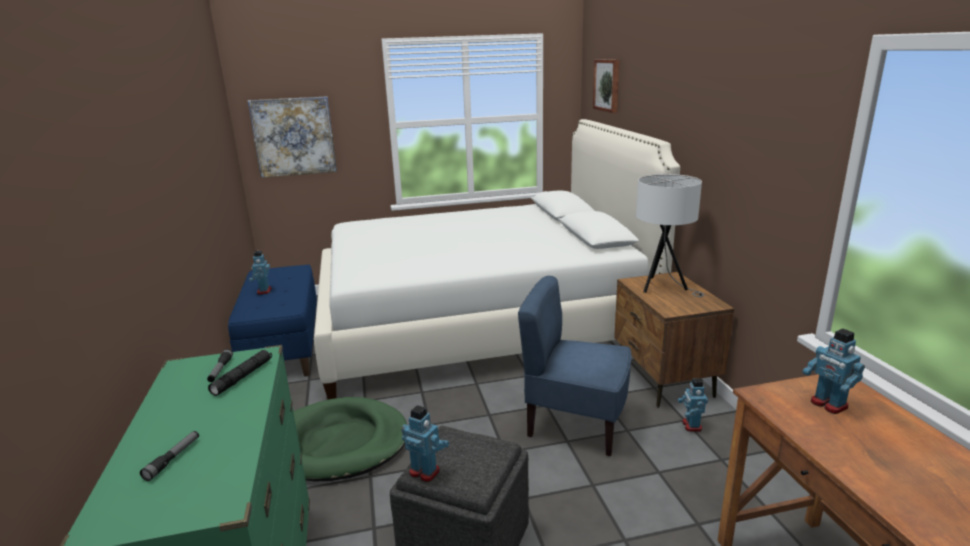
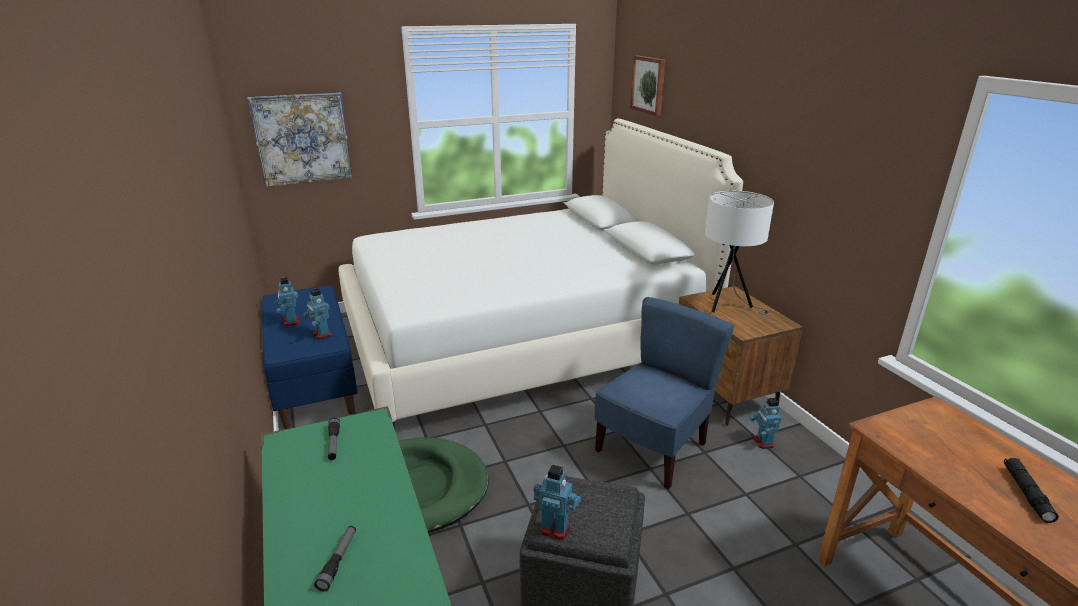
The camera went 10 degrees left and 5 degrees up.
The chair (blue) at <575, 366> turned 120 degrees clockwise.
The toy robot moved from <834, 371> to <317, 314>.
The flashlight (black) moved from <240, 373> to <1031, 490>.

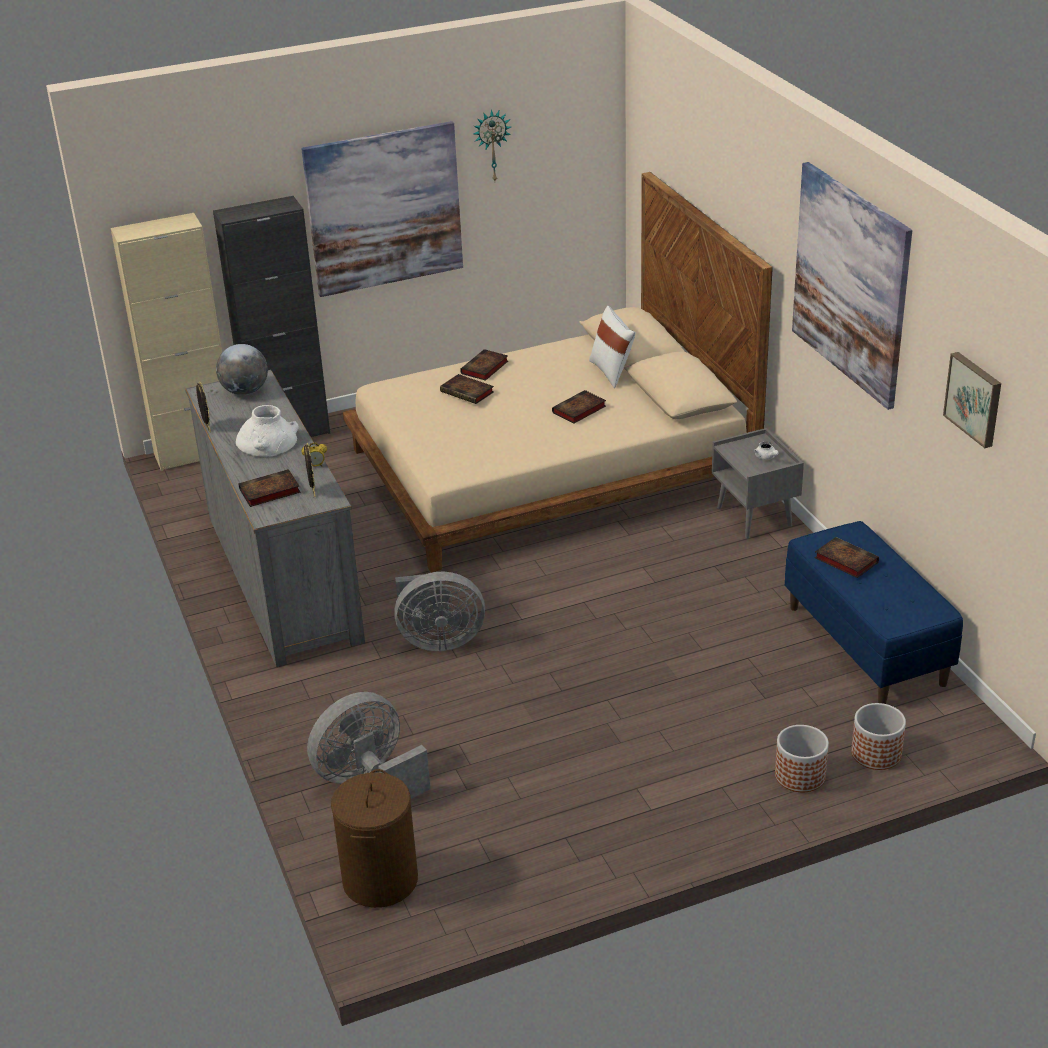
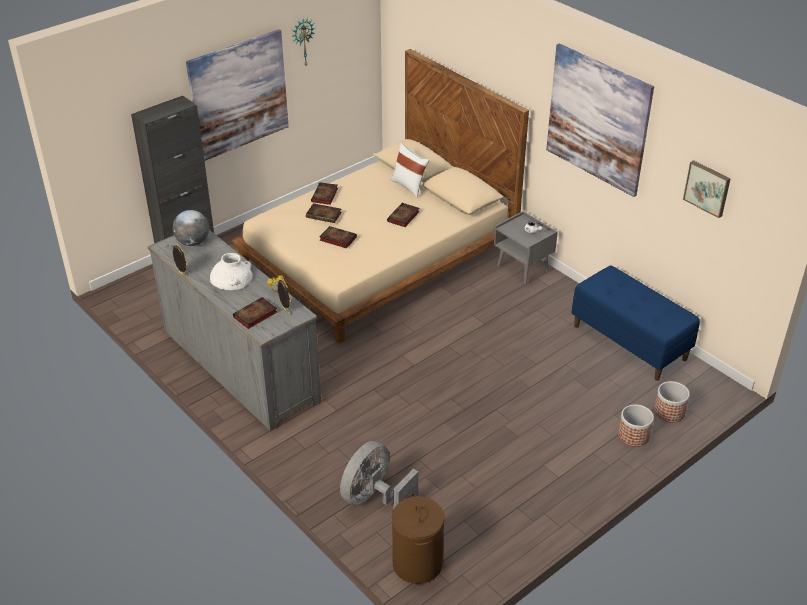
The camera went 20 degrees left and 5 degrees up.
The cabinet (beige) at <166, 342> disappeared.
The book moved from <847, 557> to <338, 237>.
The fan (grey) at <439, 611> disappeared.

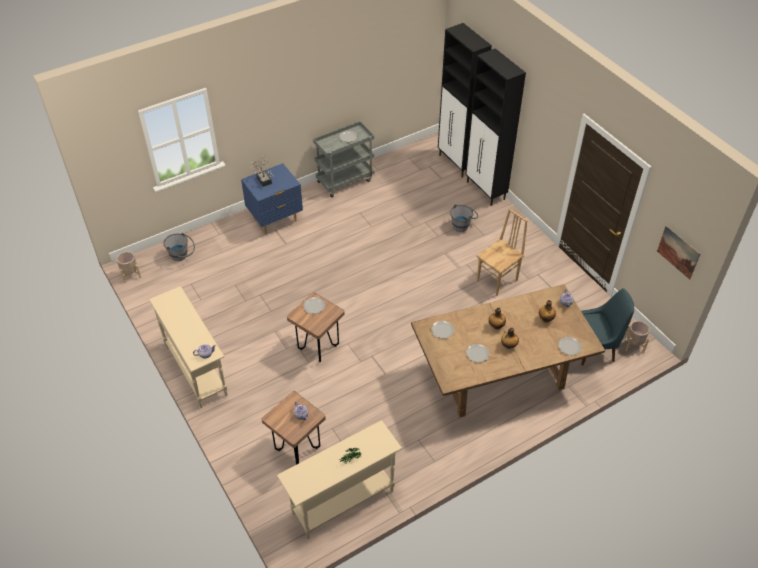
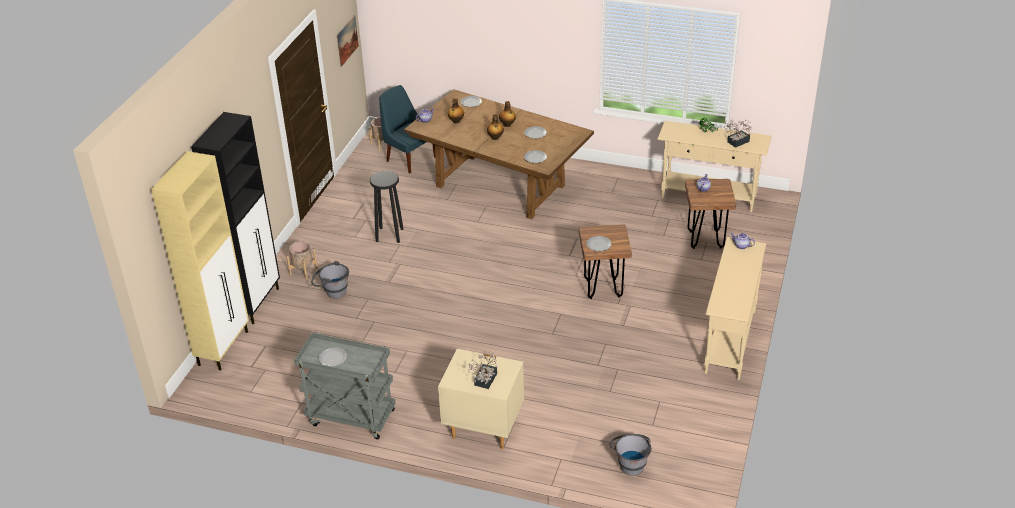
The camera went 130 degrees left and 10 degrees down.
The cabinet (black) at <465, 100> became the cabinet (beige) at <200, 261>.
The nightstand (blue) at <272, 198> became the nightstand (beige) at <481, 399>.
The chair (brown) at <502, 252> was replaced by the stool (black) at <386, 207>.
The planter (beige) moved from <128, 267> to <302, 260>.
The potted plant at <737, 134> appeared.

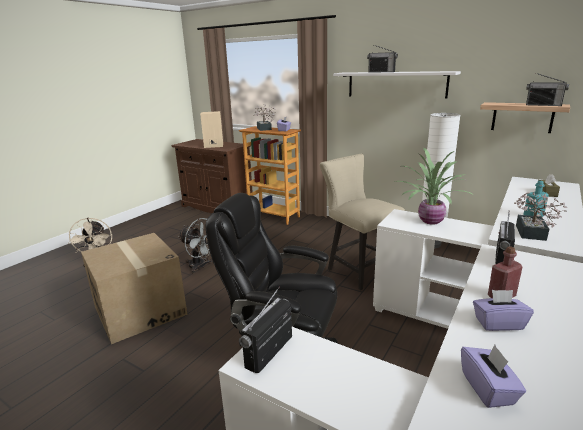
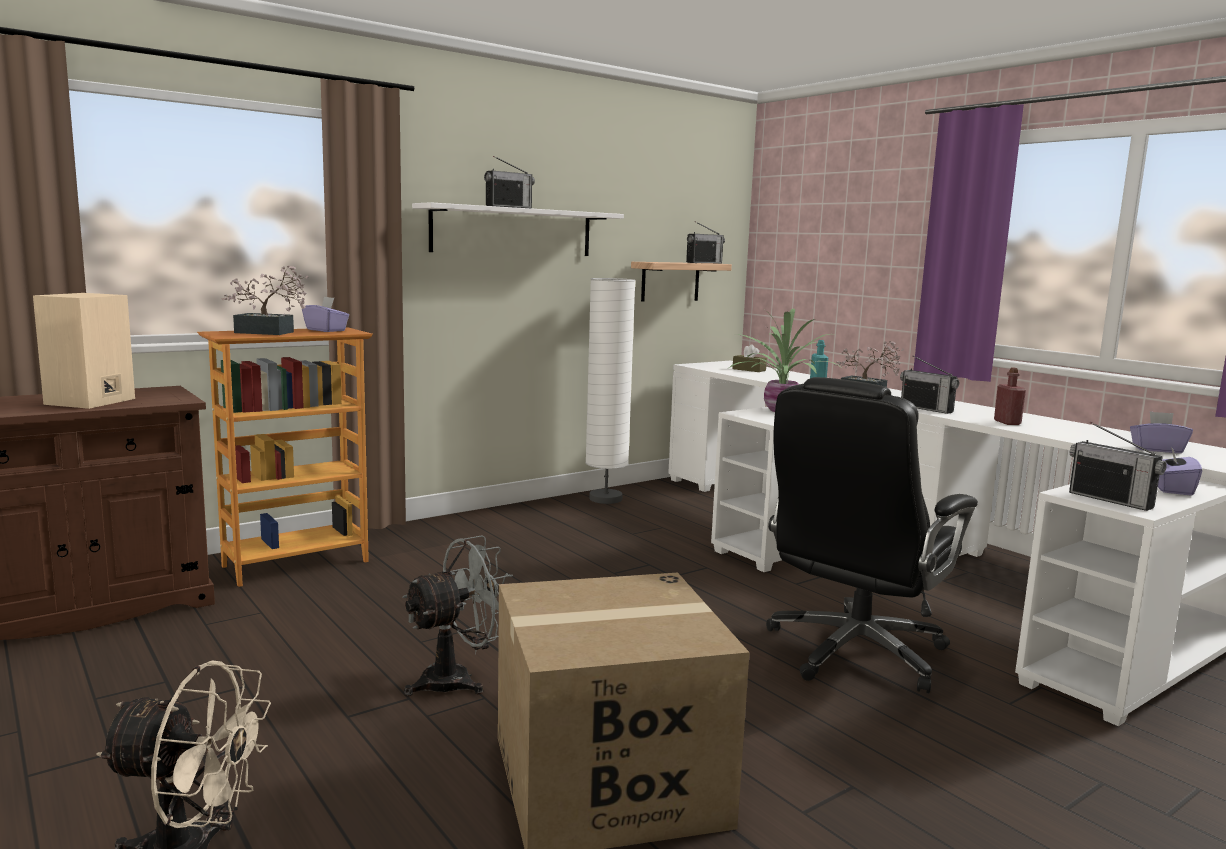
The camera went 70 degrees left and 10 degrees down.
The chair (beige) at <362, 222> disappeared.
The tissue box (purple) moved from <503, 310> to <1180, 471>.

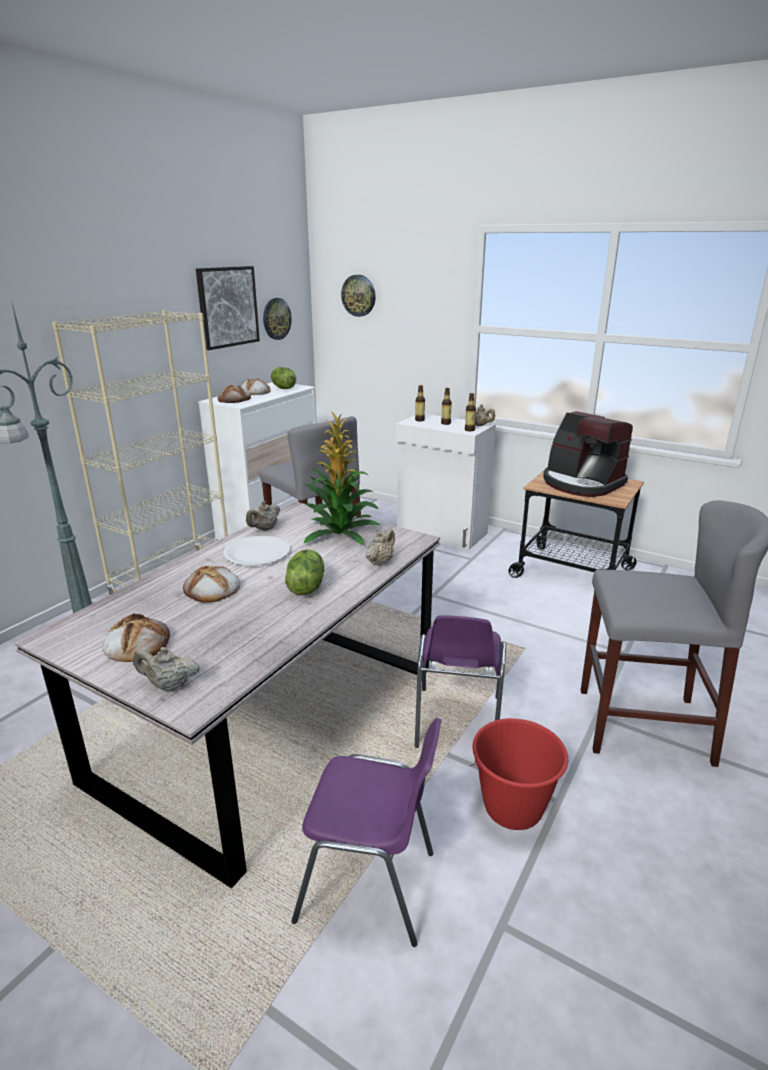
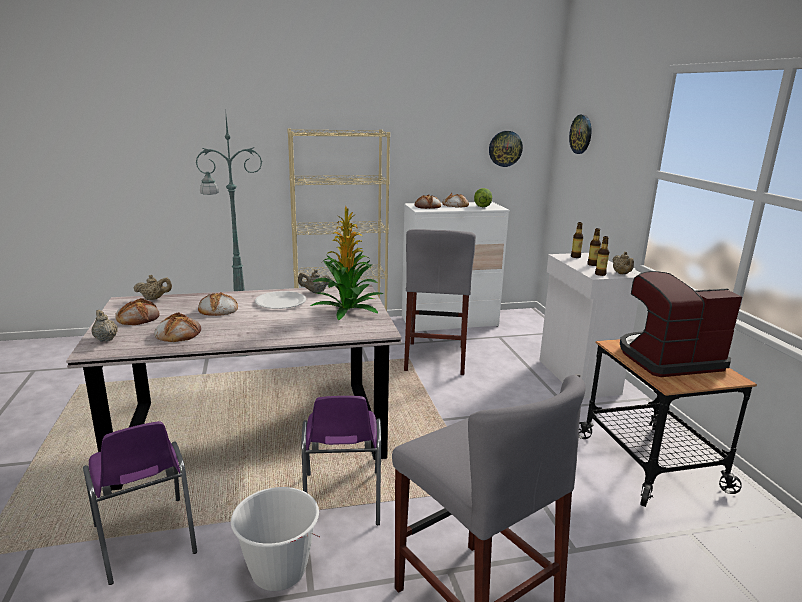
The camera went 45 degrees right and 5 degrees down.
The picture at <228, 308> disappeared.
The coffee machine at <588, 454> turned 75 degrees clockwise.
The teapot (beige) moved from <380, 547> to <152, 287>.
The lettuce at <304, 572> disappeared.
The chair (purple) at <460, 681> turned 60 degrees counterclockwise.
The bucket (red) at <518, 774> became the bucket (white) at <275, 539>.
The bread at <177, 327> appeared.

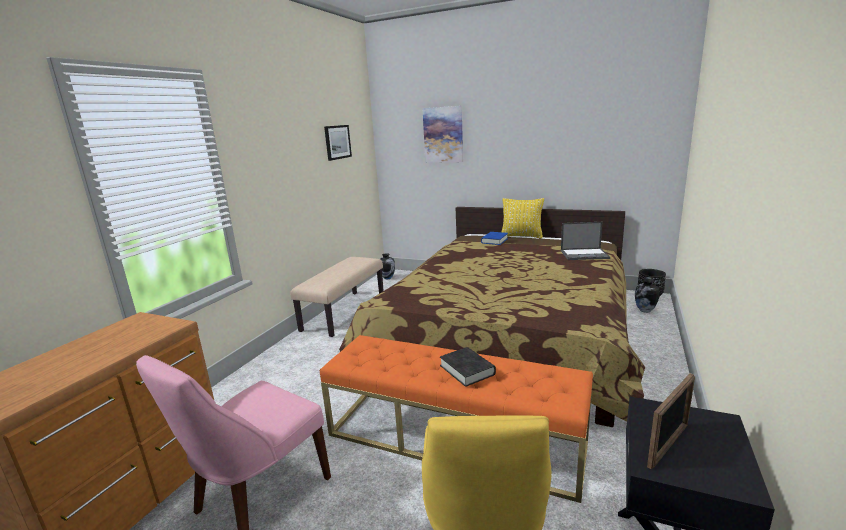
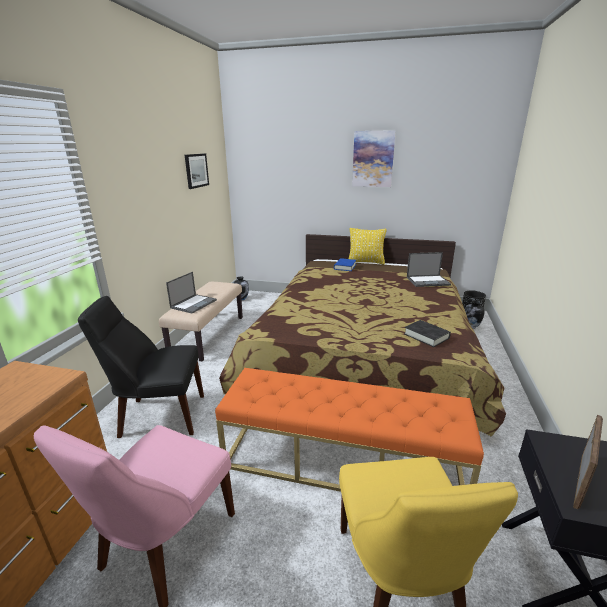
The camera went 10 degrees left and 5 degrees up.
The picture moved from <442, 134> to <374, 158>.
The book (black) moved from <468, 367> to <427, 333>.
The laptop at <191, 293> appeared.
The chair (black) at <141, 367> appeared.

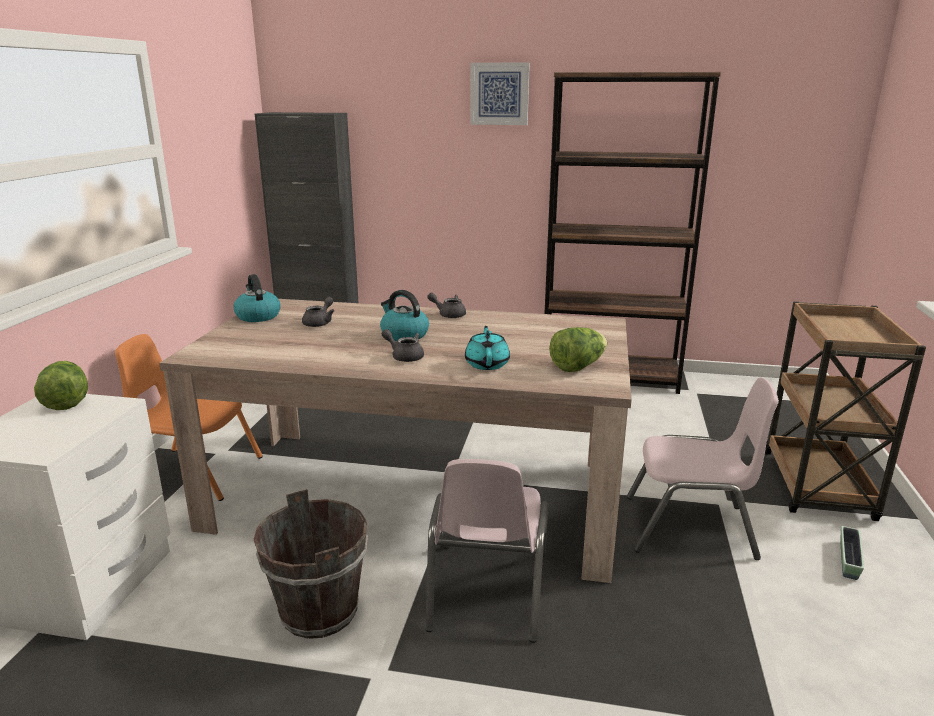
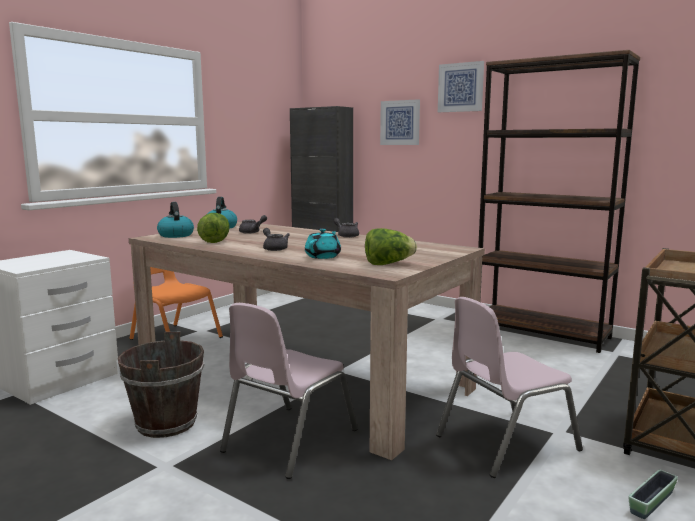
The camera went 25 degrees right and 10 degrees down.
The kettle moved from <404, 315> to <175, 220>.
The lettuce moved from <61, 385> to <213, 228>.
The chair (pink) at <703, 468> turned 120 degrees clockwise.
The picture at <400, 122> appeared.

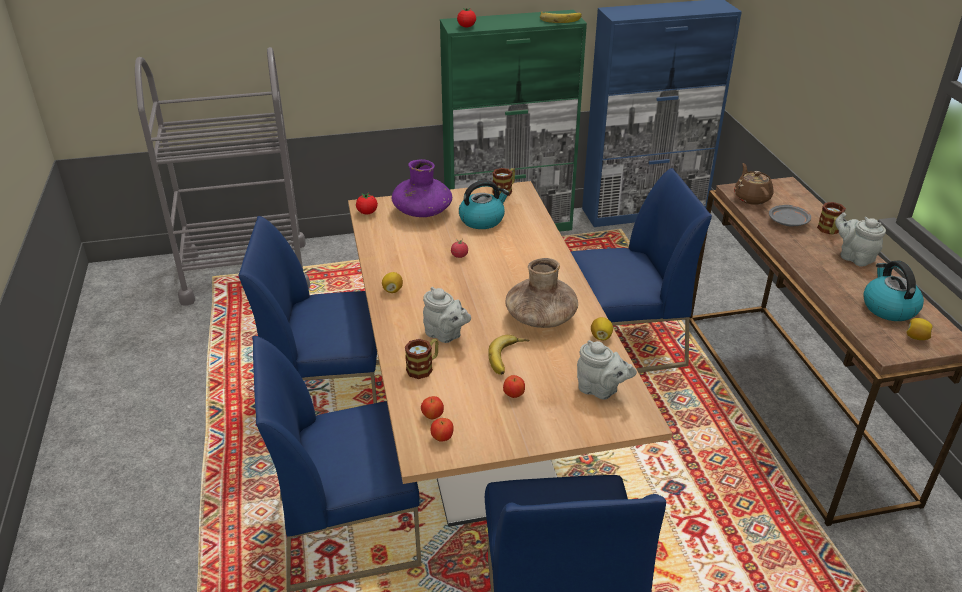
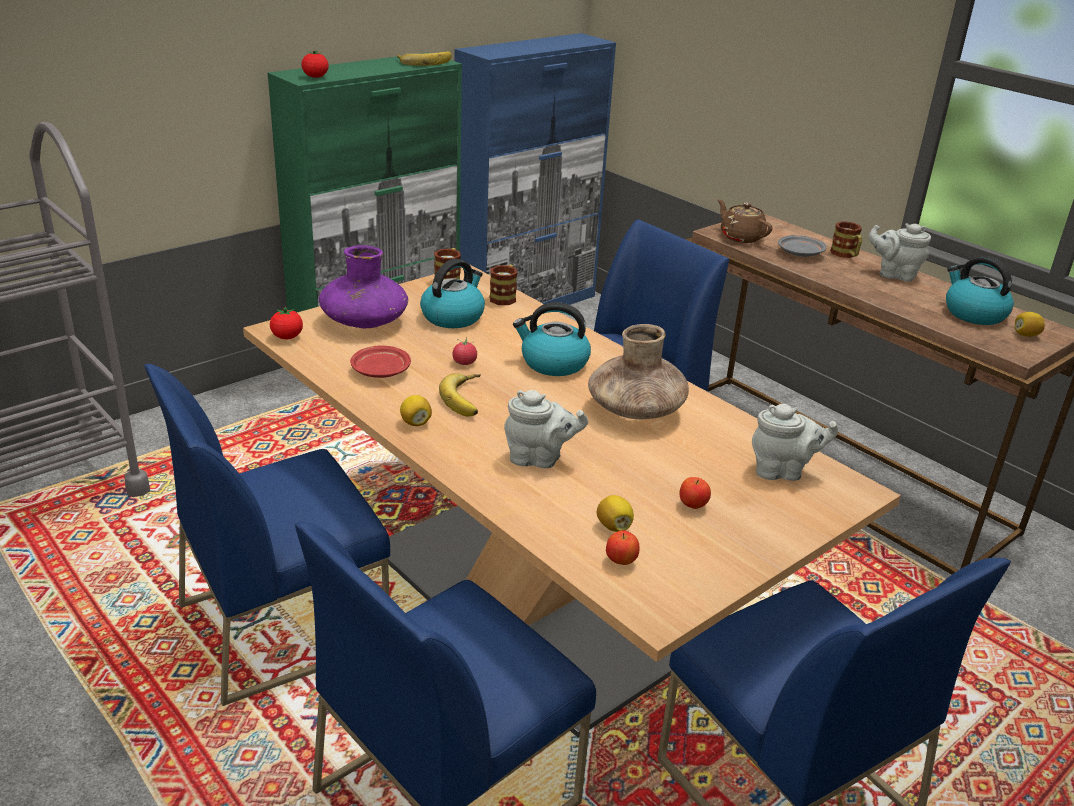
The camera went 30 degrees left and 5 degrees down.
The lemon moved from <602, 329> to <615, 513>.
The banana moved from <508, 355> to <460, 395>.
The mug moved from <421, 359> to <503, 285>.
The apple at <442, 430> disappeared.
The kettle at <552, 339> appeared.
The plate (red) at <380, 361> appeared.

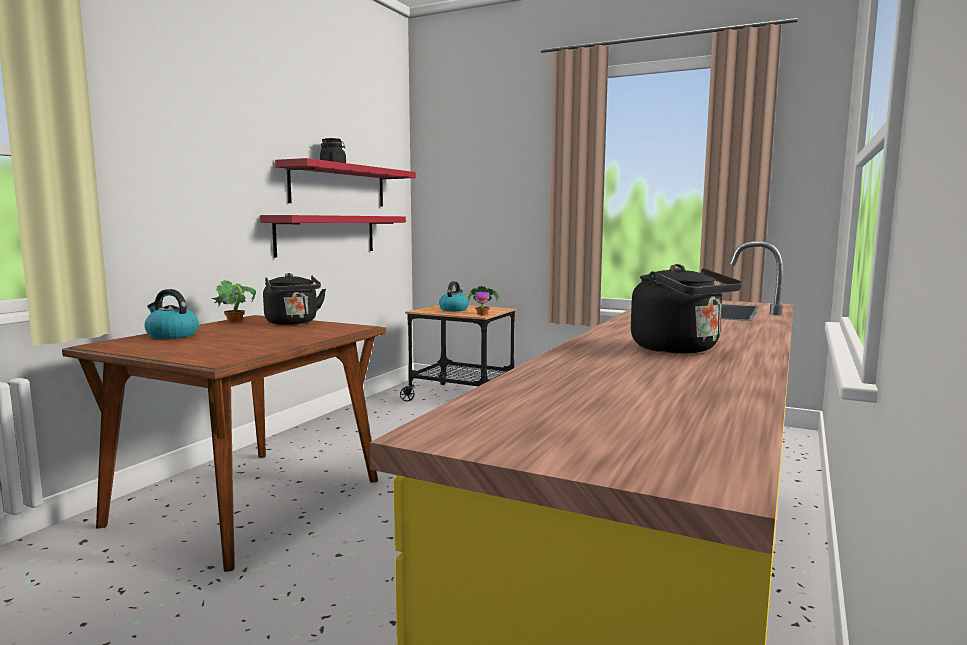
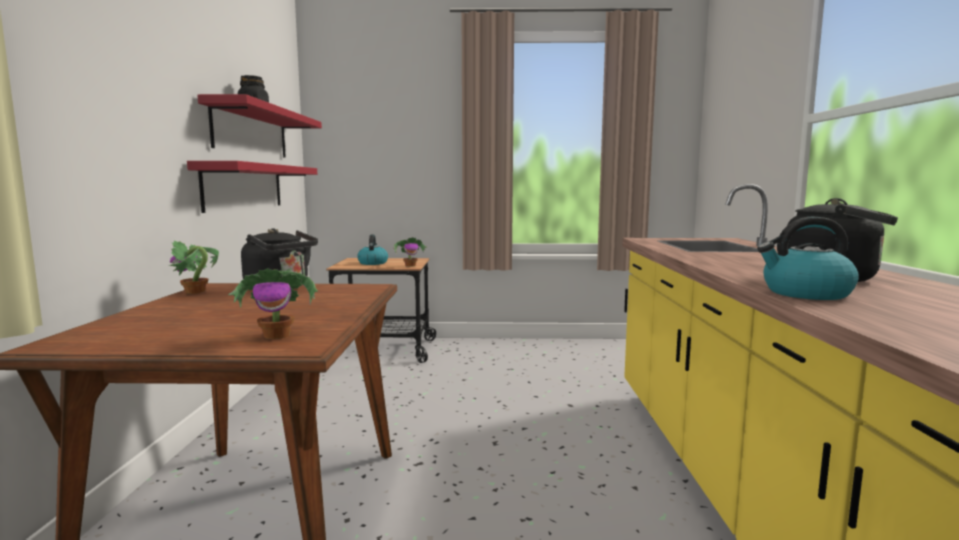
The camera went 25 degrees left and 0 degrees up.
The kettle moved from <171, 314> to <808, 258>.
The potted plant at <273, 303> appeared.

